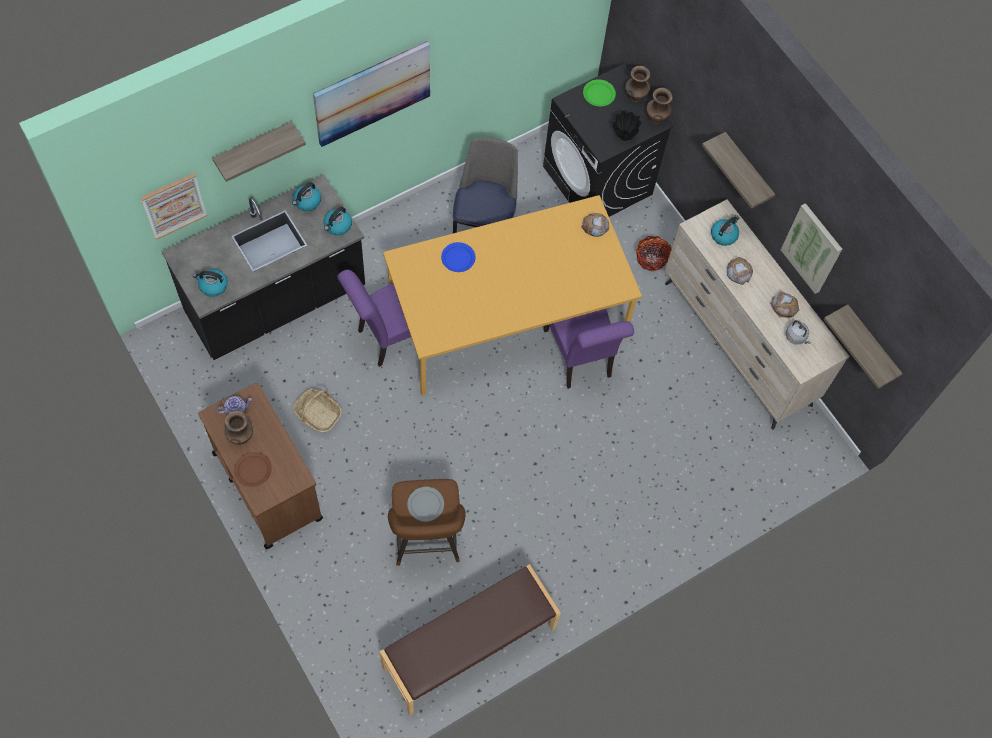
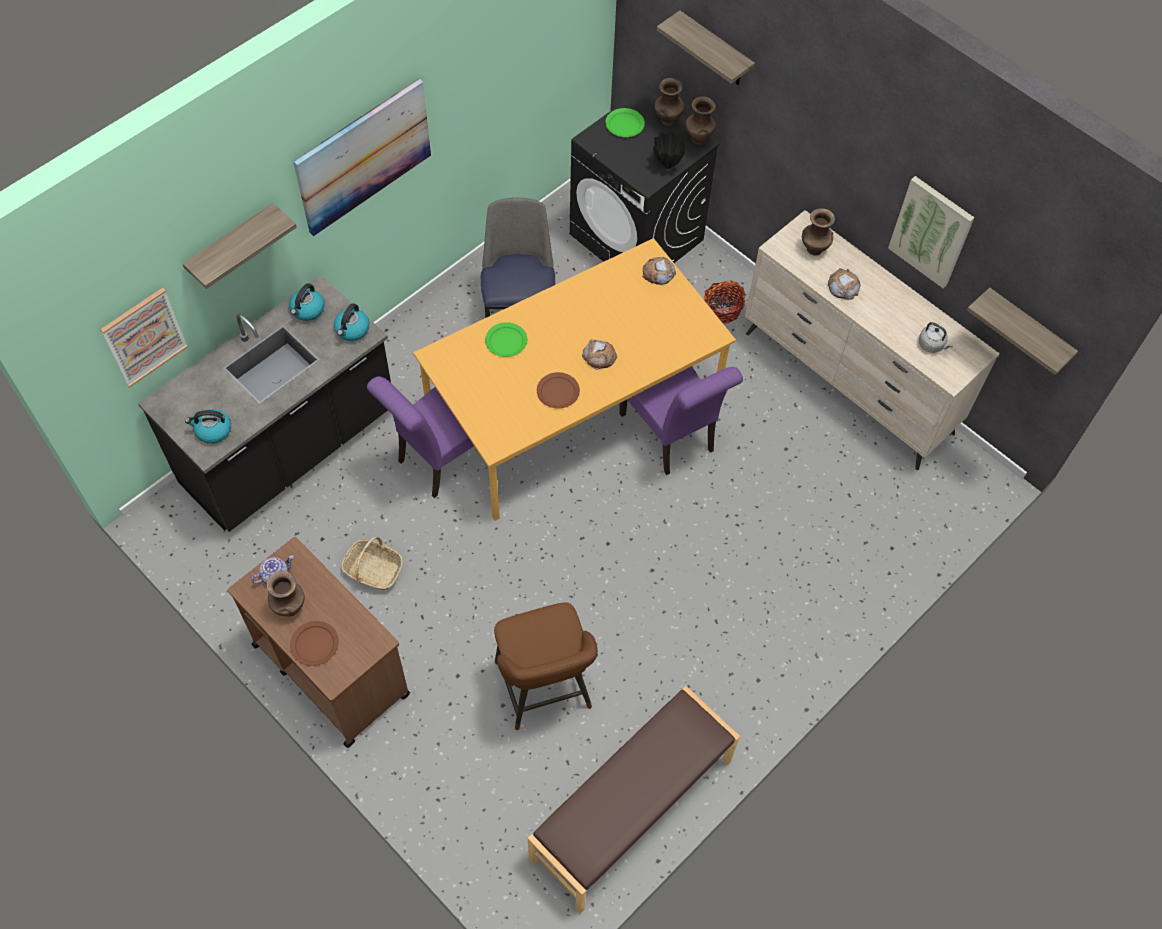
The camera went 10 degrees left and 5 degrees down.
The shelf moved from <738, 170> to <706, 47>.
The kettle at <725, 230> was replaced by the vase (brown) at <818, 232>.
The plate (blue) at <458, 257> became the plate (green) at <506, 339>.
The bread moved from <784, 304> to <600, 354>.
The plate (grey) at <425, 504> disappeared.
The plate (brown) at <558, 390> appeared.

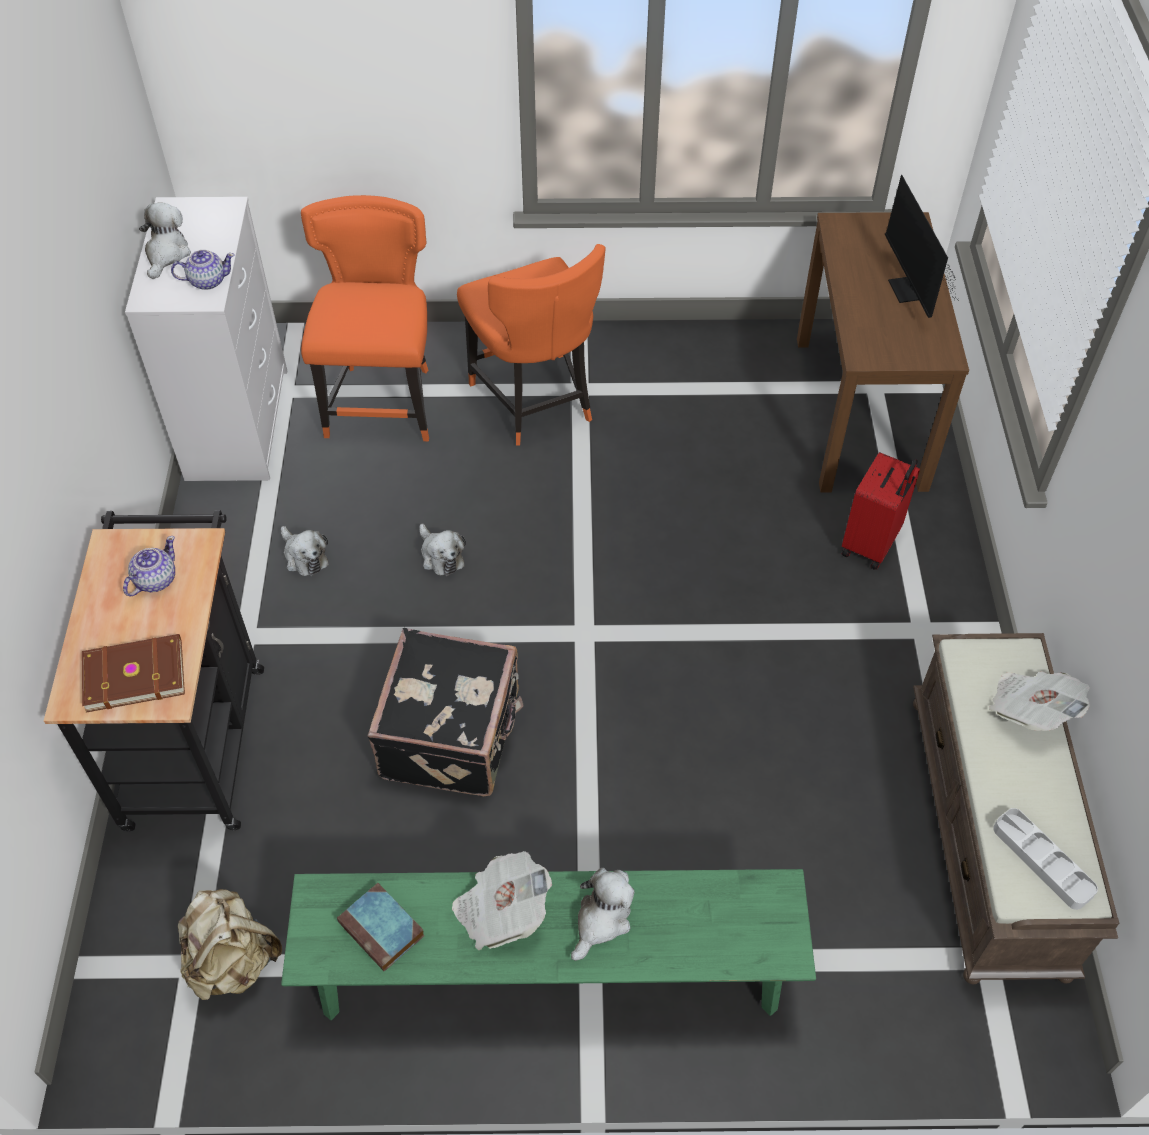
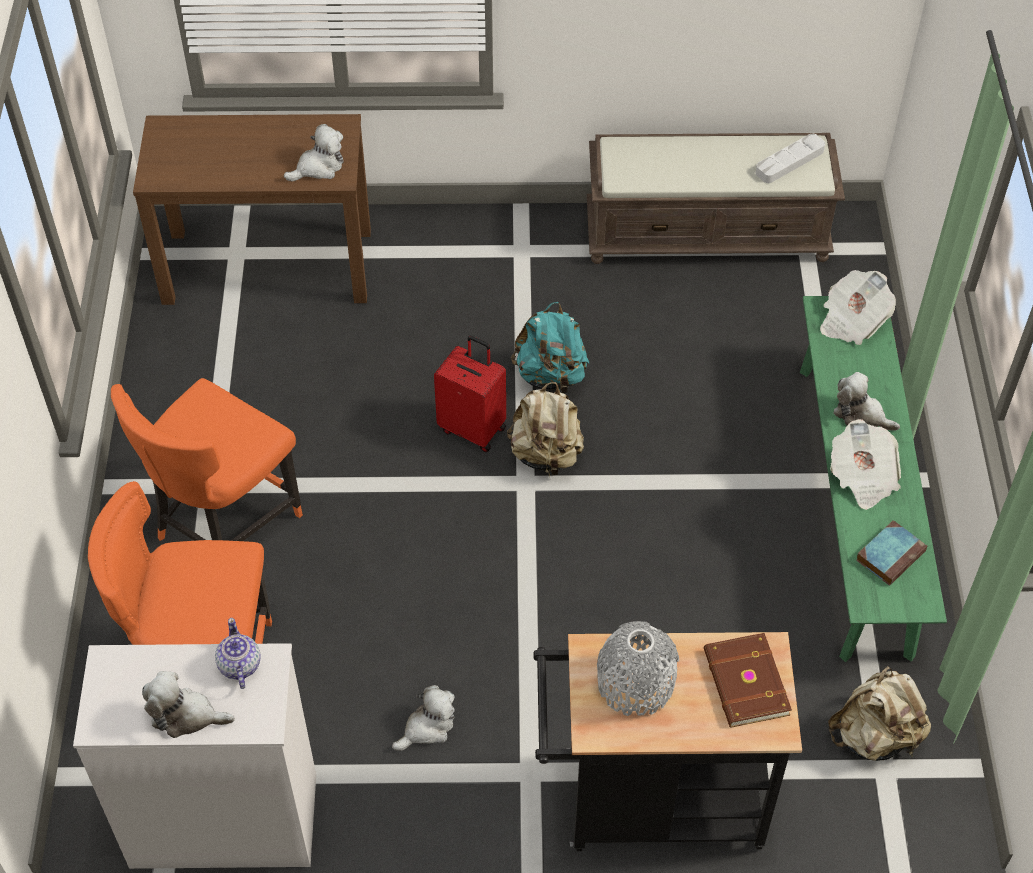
The camera went 90 degrees left and 0 degrees up.
The monitor at <922, 246> disappeared.
The chair (orange) at <531, 345> turned 150 degrees clockwise.
The suitcase (red) moved from <881, 511> to <470, 394>.
The plush toy moved from <442, 550> to <314, 153>.
The teapot at <149, 566> was replaced by the vase (grey) at <638, 668>.
The suitcase (black) at <445, 712> disappeared.
The newspaper moved from <1039, 701> to <858, 307>.
The backpack (turquoise) at <550, 347> appeared.
The backpack (beige) at <545, 429> appeared.

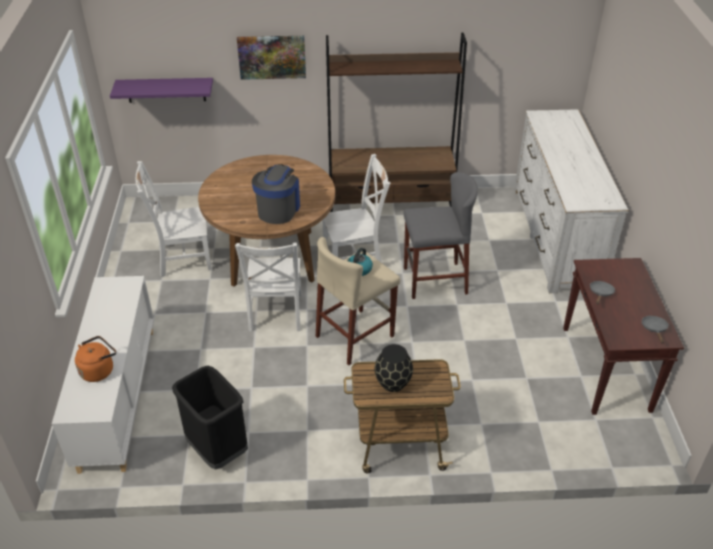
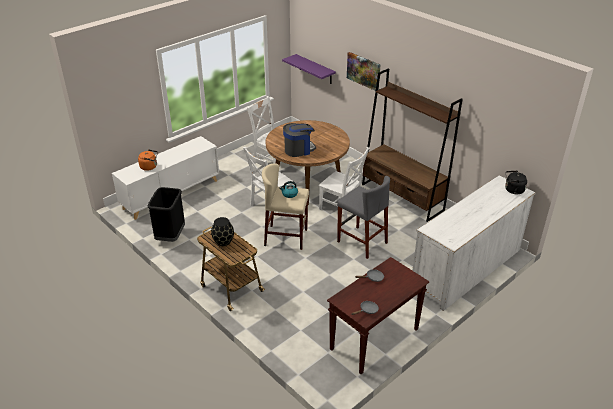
The camera went 50 degrees right and 5 degrees down.
The kettle (black) at <516, 182> appeared.

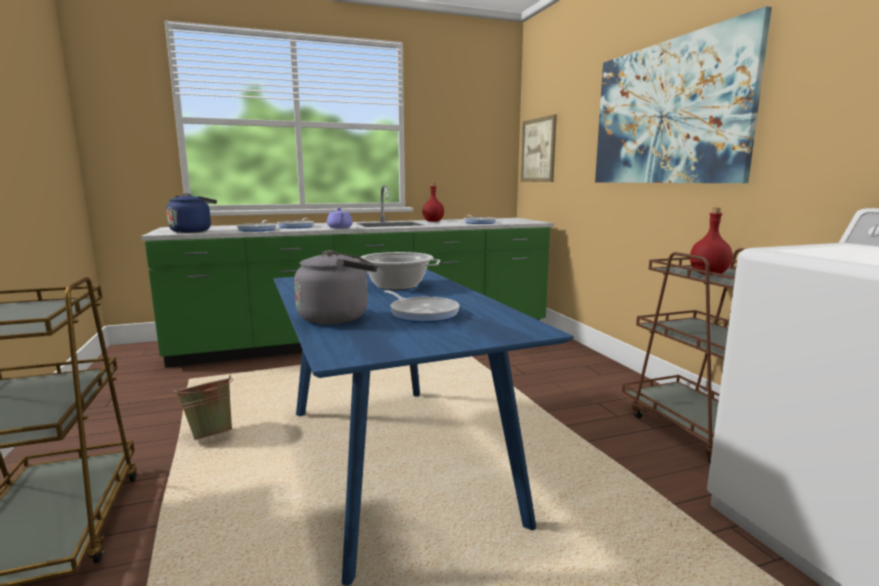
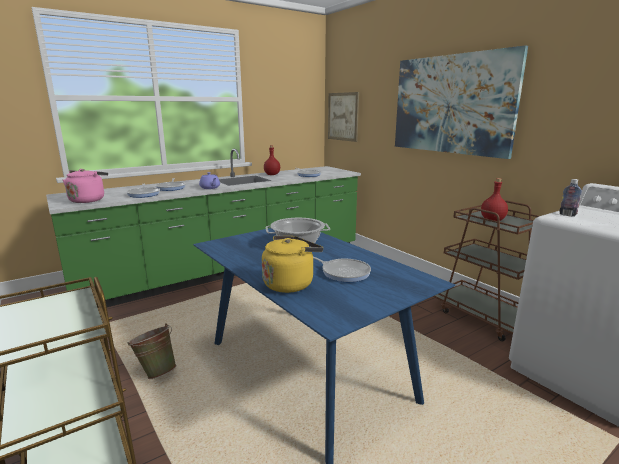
The camera went 15 degrees left and 5 degrees up.
The kettle (blue) at <191, 213> became the kettle (pink) at <85, 186>.
The kettle (grey) at <336, 287> became the kettle (yellow) at <292, 264>.
The bottle at <570, 197> appeared.

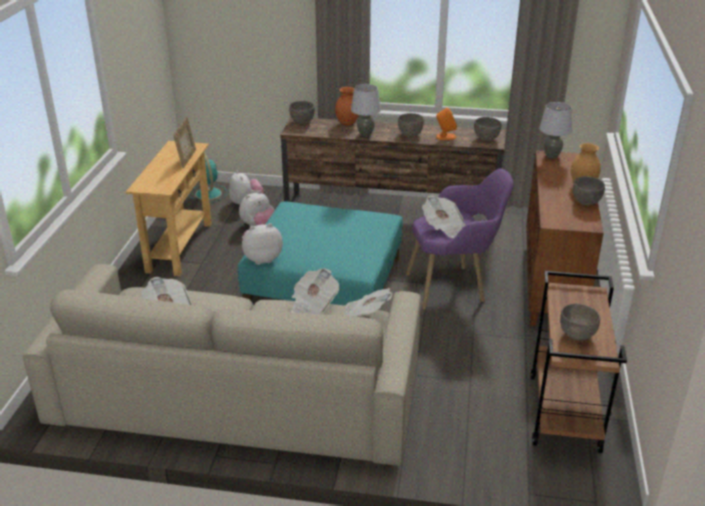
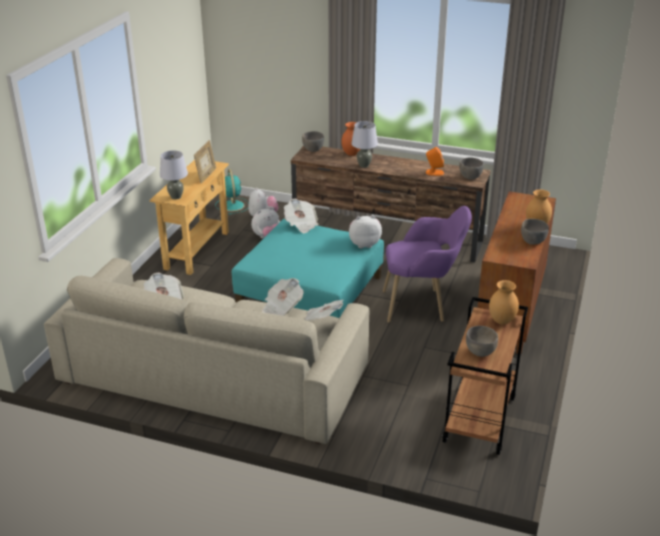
The camera went 10 degrees right and 0 degrees up.
The table lamp (grey) moved from <555, 130> to <174, 174>.
The bowl (grey) at <411, 125> disappeared.
The newspaper moved from <444, 217> to <301, 216>.
The plush toy moved from <262, 244> to <365, 231>.
The vase (brown) at <504, 302> appeared.

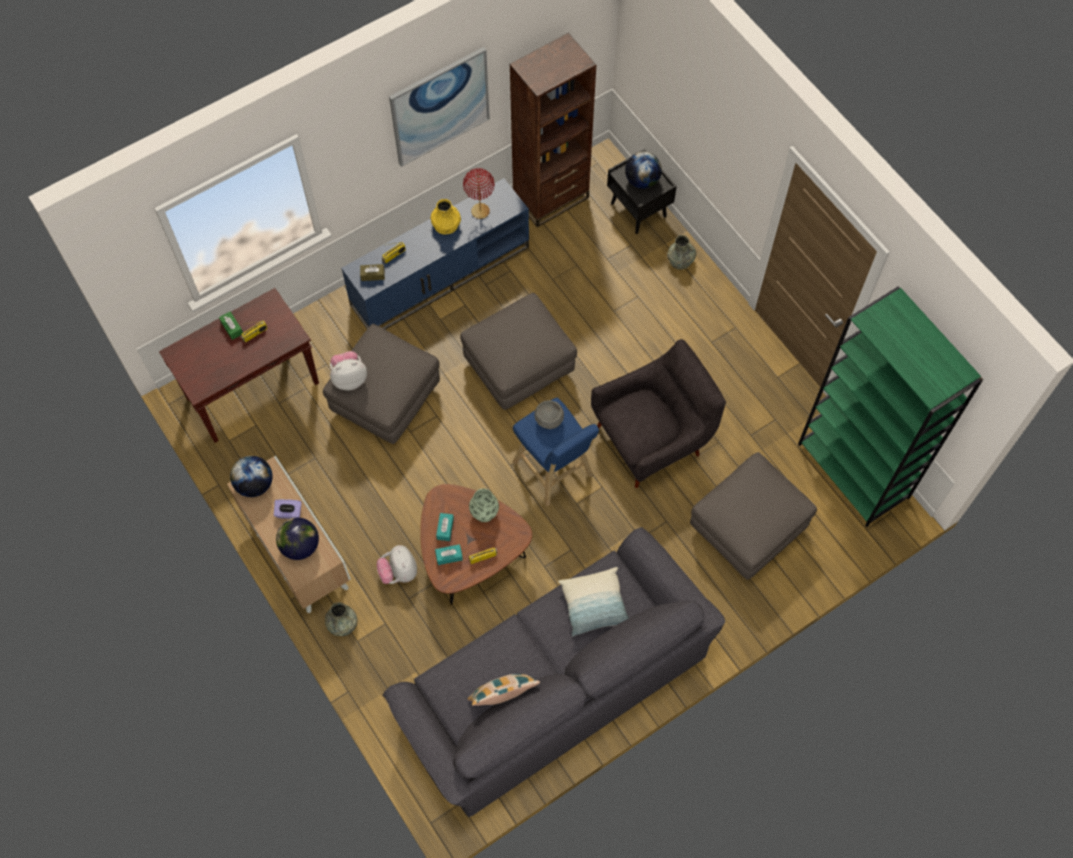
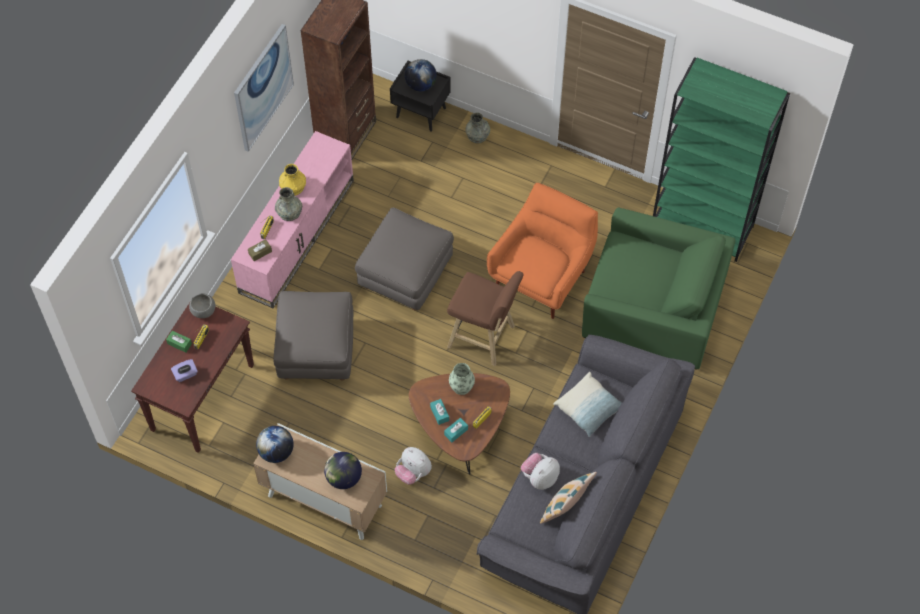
The camera went 30 degrees left and 5 degrees down.
The table lamp (red) at <479, 193> disappeared.
The tv stand (blue) at <435, 253> became the tv stand (pink) at <292, 219>.
The armchair (grey) at <658, 413> became the armchair (orange) at <542, 251>.
The plush toy moved from <348, 371> to <540, 471>.
The stool (blue) at <556, 452> became the stool (brown) at <485, 318>.
The bowl (grey) moved from <549, 414> to <202, 305>.
The ottoman (grey) at <753, 516> was replaced by the armchair (green) at <658, 289>.
The tissue box (purple) moved from <288, 509> to <184, 370>.
The vase (grey) moved from <341, 619> to <288, 204>.

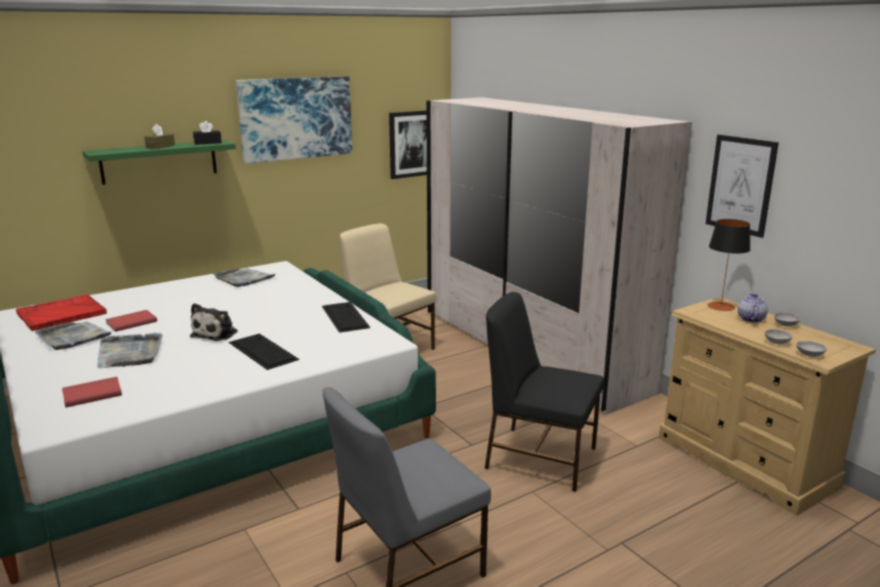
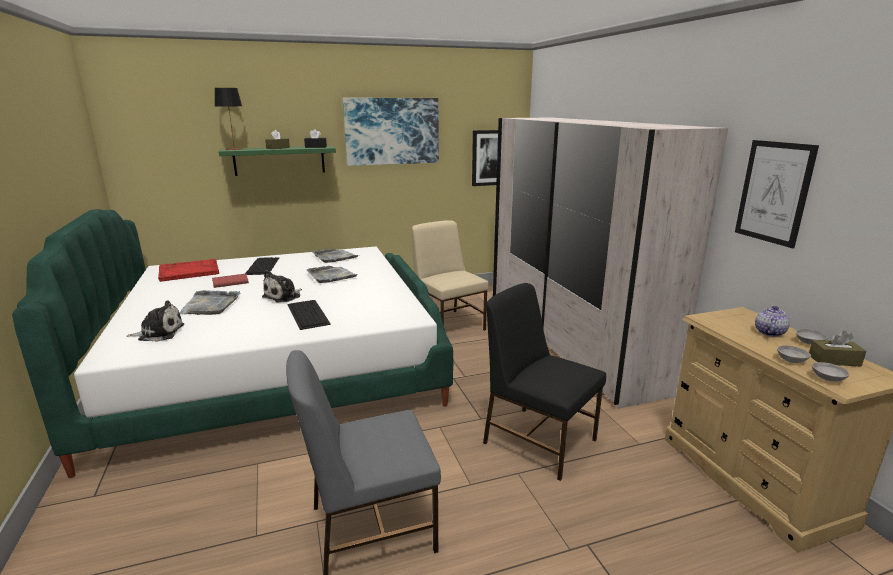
The camera went 15 degrees right and 0 degrees up.
The table lamp moved from <729, 265> to <228, 119>.
The keyboard moved from <346, 317> to <262, 266>.
The tray (grey) moved from <74, 335> to <332, 274>.
The book (red) at <92, 392> was replaced by the plush toy at <155, 321>.
The tissue box (brown) at <837, 348> appeared.

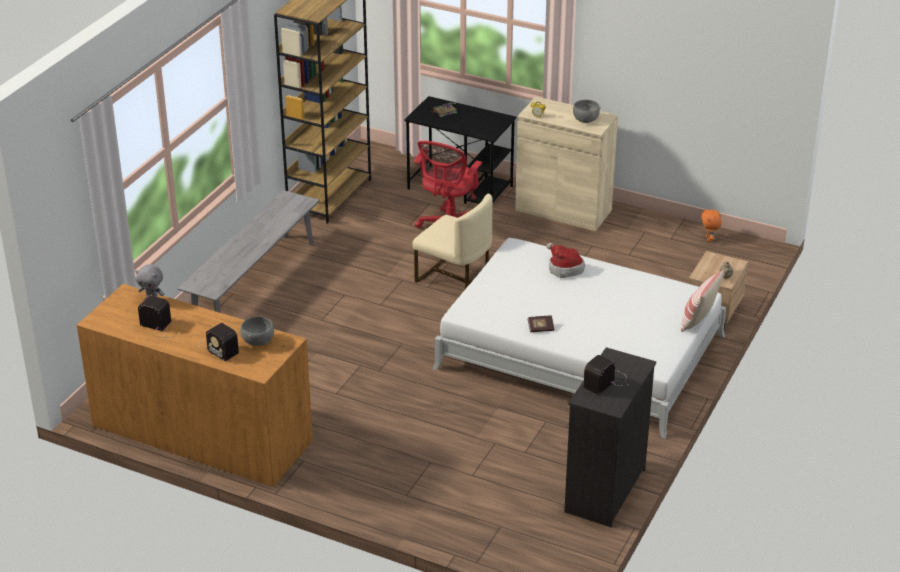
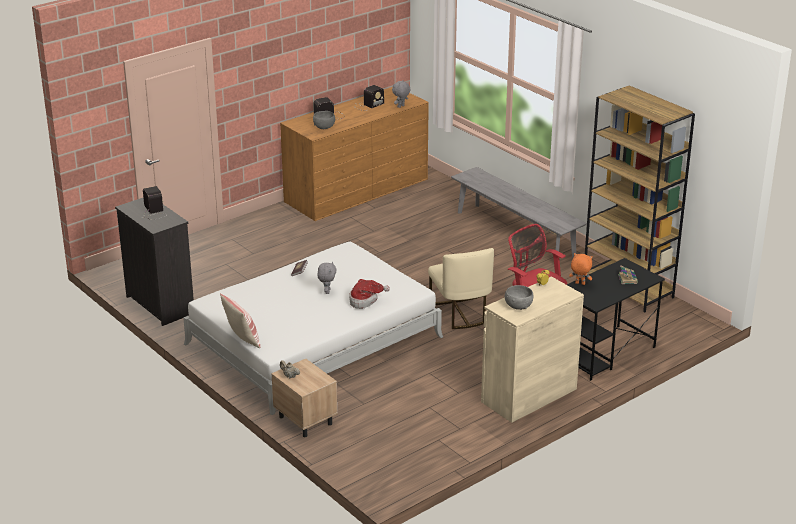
The camera went 115 degrees right and 5 degrees down.
The chair (beige) at <452, 241> turned 75 degrees counterclockwise.
The plush toy (orange) moved from <711, 225> to <580, 269>.
The plush toy (grey) at <327, 277> appeared.

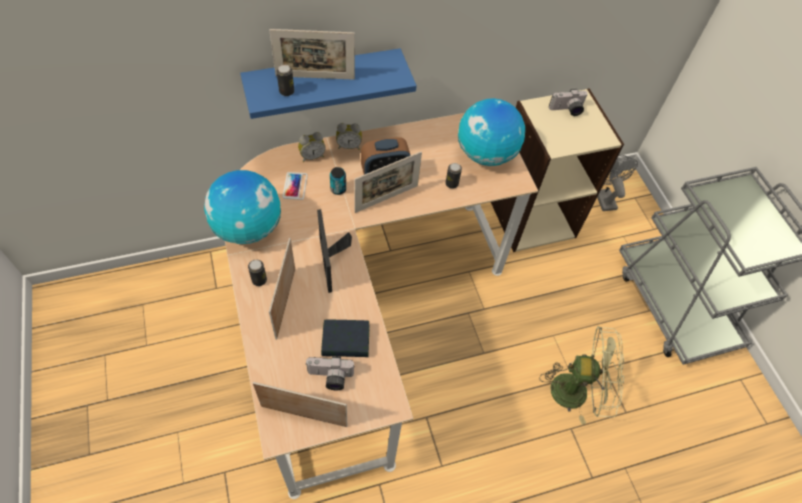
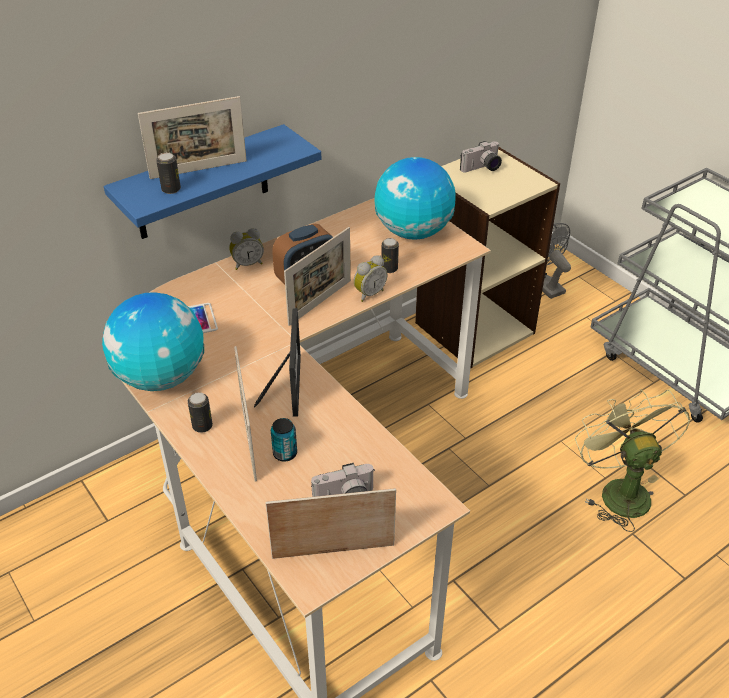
The camera went 15 degrees left and 15 degrees down.
The alarm clock moved from <312, 147> to <370, 278>.
The can moved from <338, 181> to <284, 440>.
The picture frame at <334, 251> turned 150 degrees counterclockwise.
The book at <345, 338> disappeared.
The fan (green) at <582, 375> turned 90 degrees counterclockwise.

